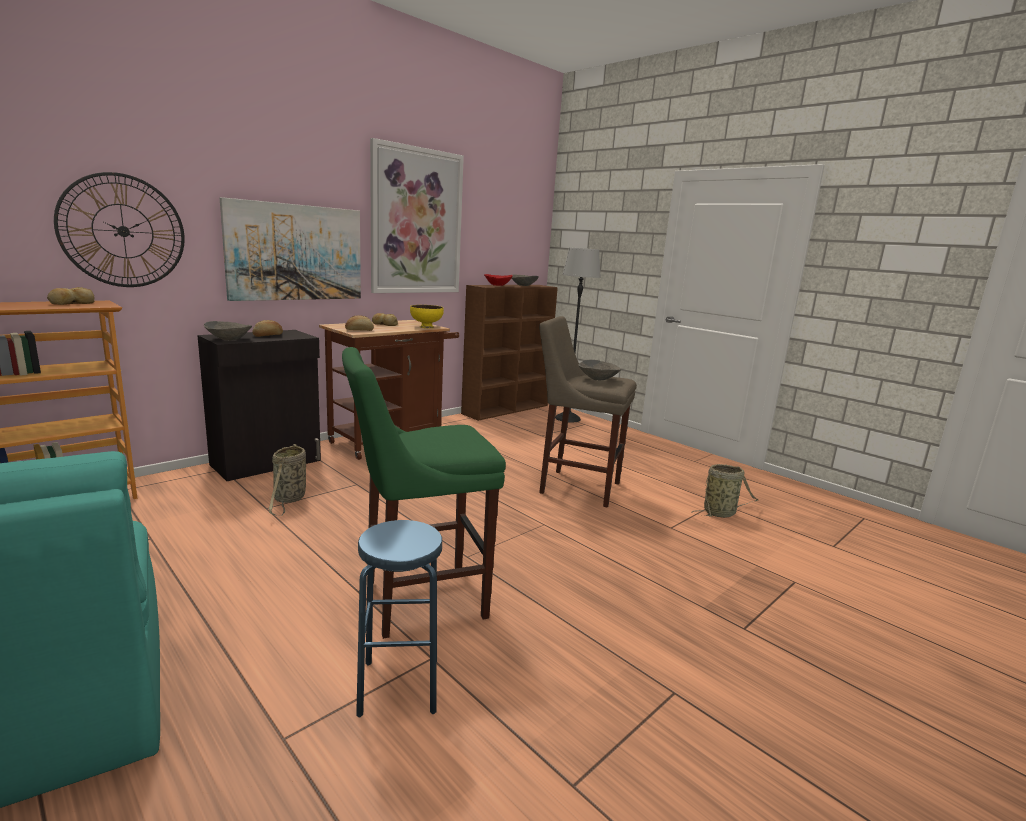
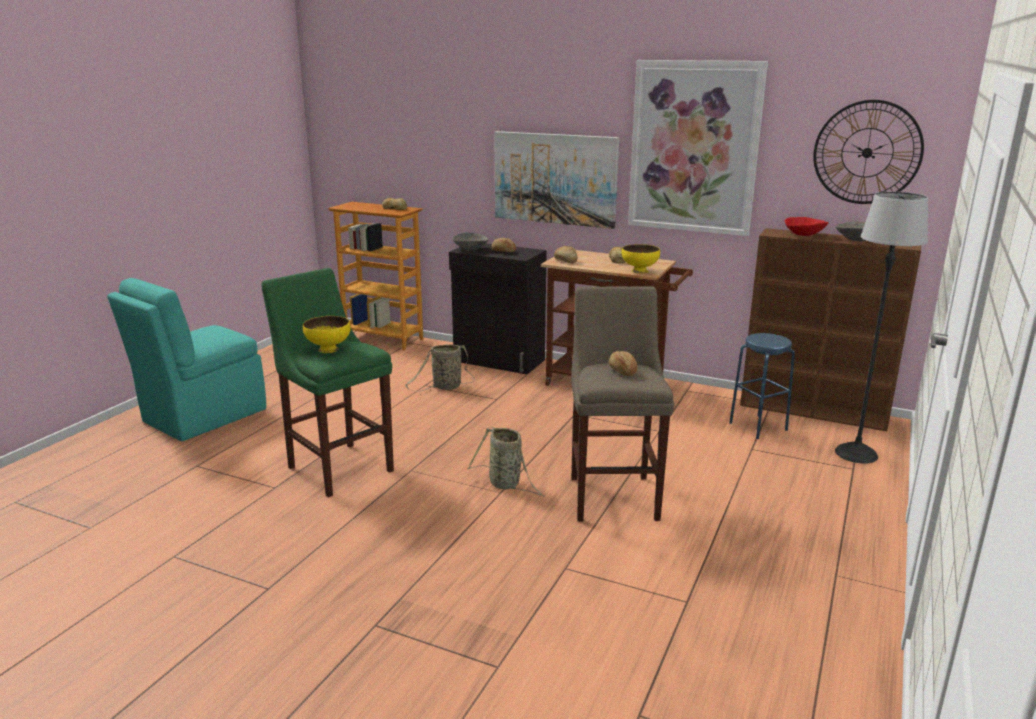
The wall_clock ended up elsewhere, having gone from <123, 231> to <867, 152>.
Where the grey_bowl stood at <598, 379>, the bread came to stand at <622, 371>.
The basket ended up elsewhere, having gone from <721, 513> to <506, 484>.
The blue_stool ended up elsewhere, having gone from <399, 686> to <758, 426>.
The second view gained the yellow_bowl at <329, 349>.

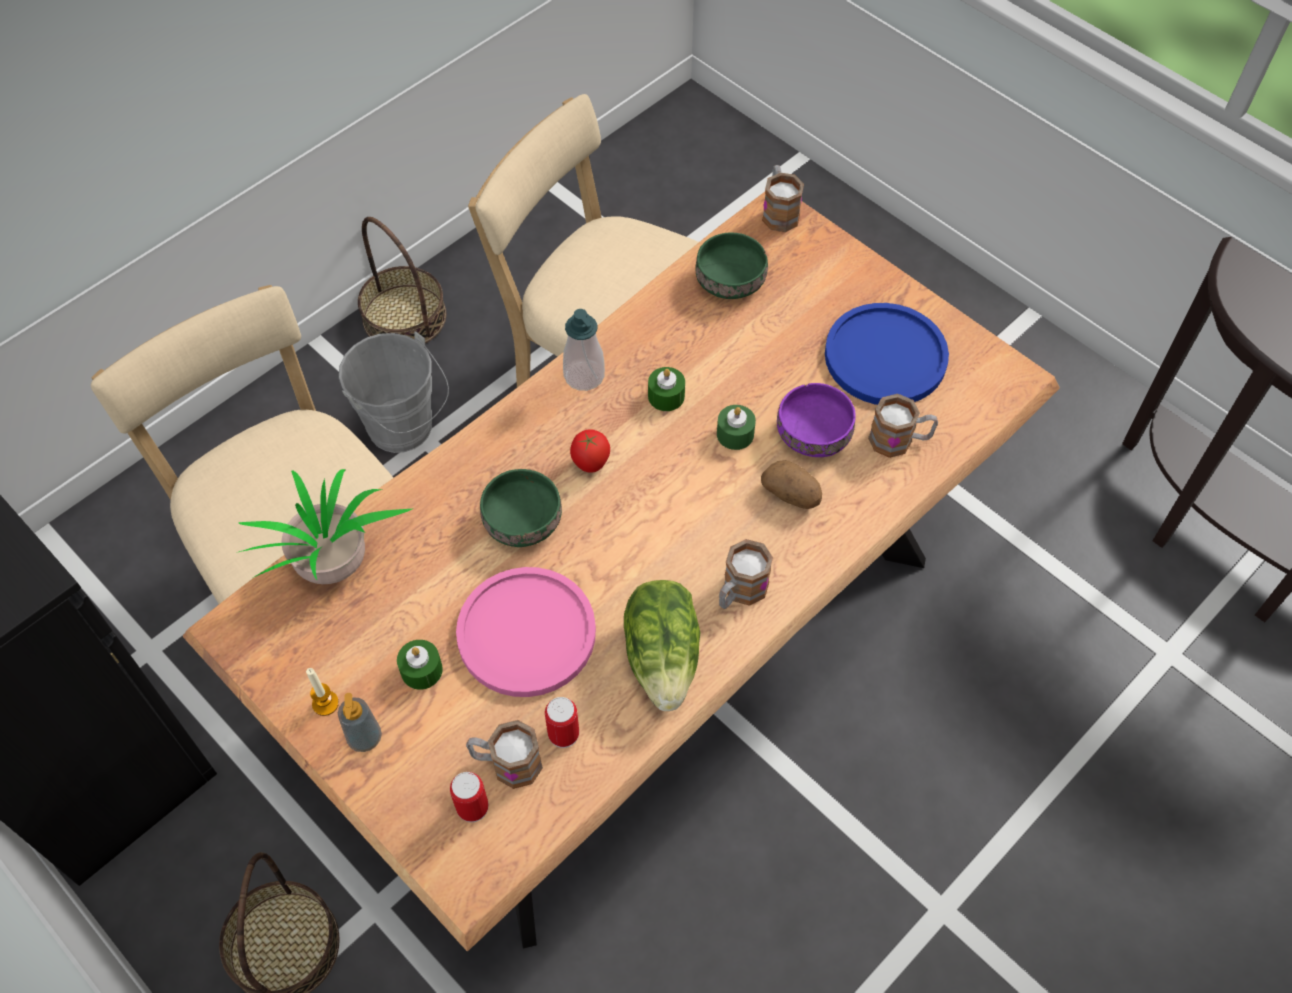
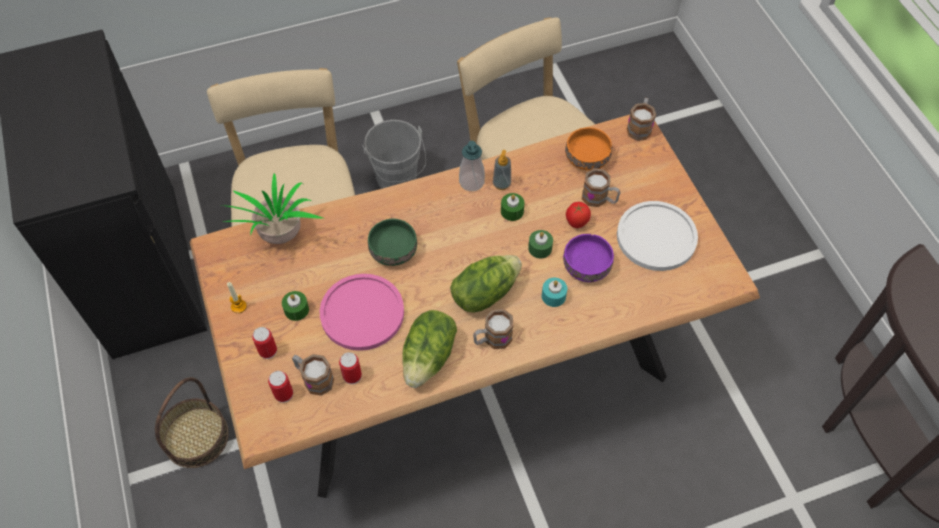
The second view lost the basket at <404, 317>.
What was the green_bowl at <728, 280> turned into the orange_bowl at <586, 157>.
What was the blue_plate at <885, 356> turned into the white_plate at <656, 237>.
The mug ended up elsewhere, having gone from <899, 440> to <599, 199>.
The tomato ended up elsewhere, having gone from <590, 464> to <576, 223>.
Where the potato stood at <791, 495>, the turquoise_candle came to stand at <553, 296>.
The soap_dispenser ended up elsewhere, having gone from <365, 738> to <501, 184>.
The second view gained the lettuce at <484, 293>.
The second view gained the can at <268, 351>.

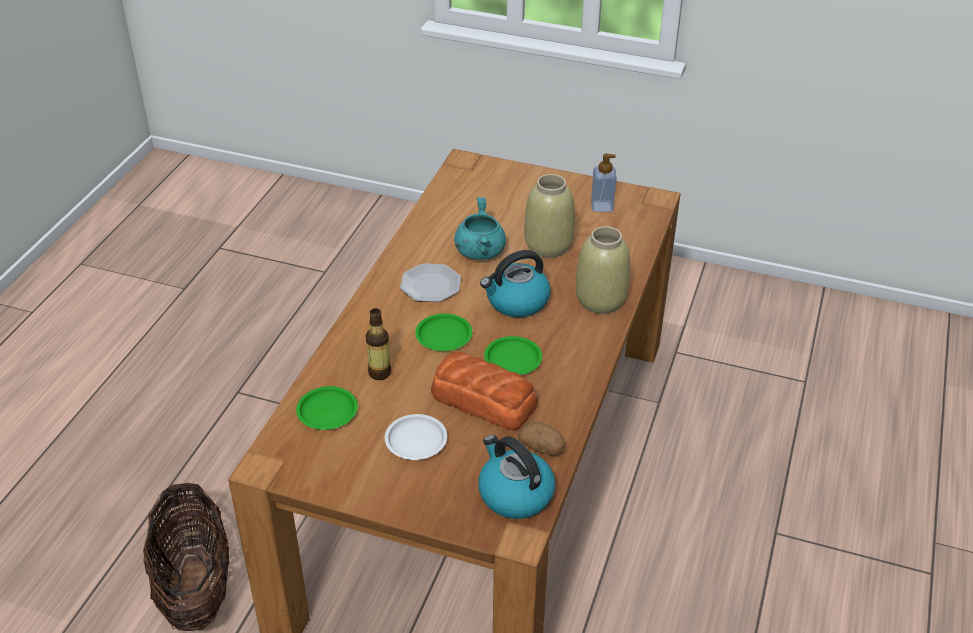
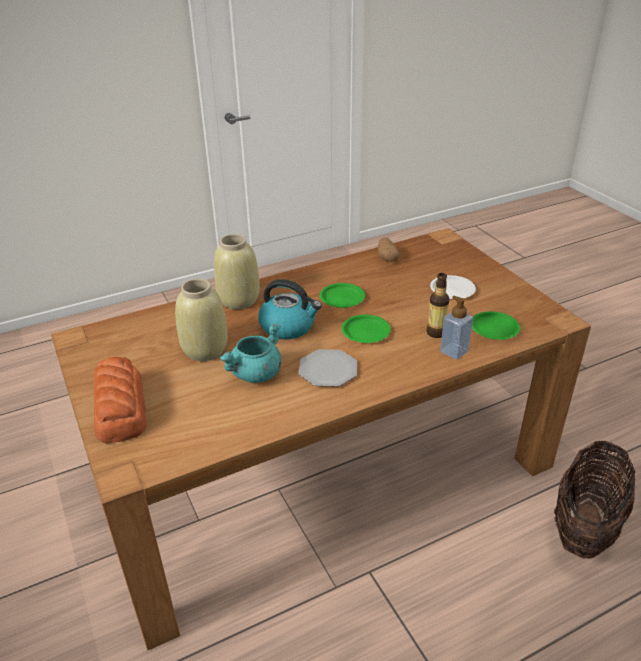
The soap_dispenser ended up elsewhere, having gone from <602, 206> to <454, 351>.
The bread ended up elsewhere, having gone from <482, 399> to <119, 409>.
The second view lost the kettle at <514, 494>.

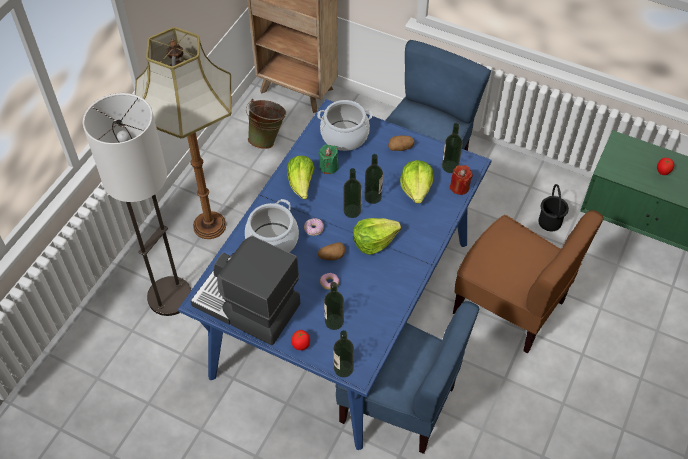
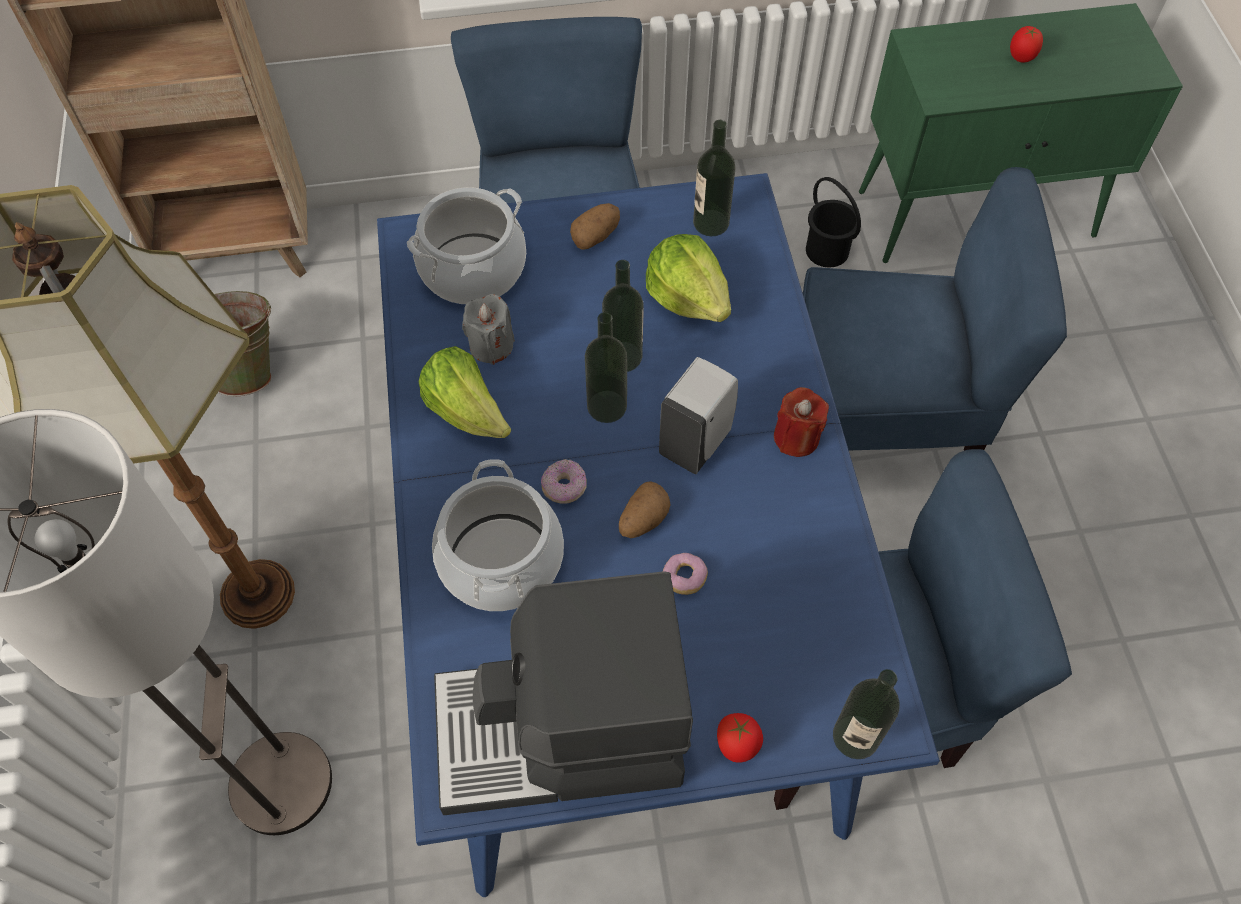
What was the green_candle at <329, 167> turned into the grey_candle at <491, 345>.
The red_candle ended up elsewhere, having gone from <459, 187> to <796, 437>.
What was the brown_chair at <510, 306> turned into the blue_chair at <879, 422>.
Where the lettuce stood at <374, 241>, the white_soap_dispenser came to stand at <696, 441>.
The second view lost the bottle at <334, 321>.

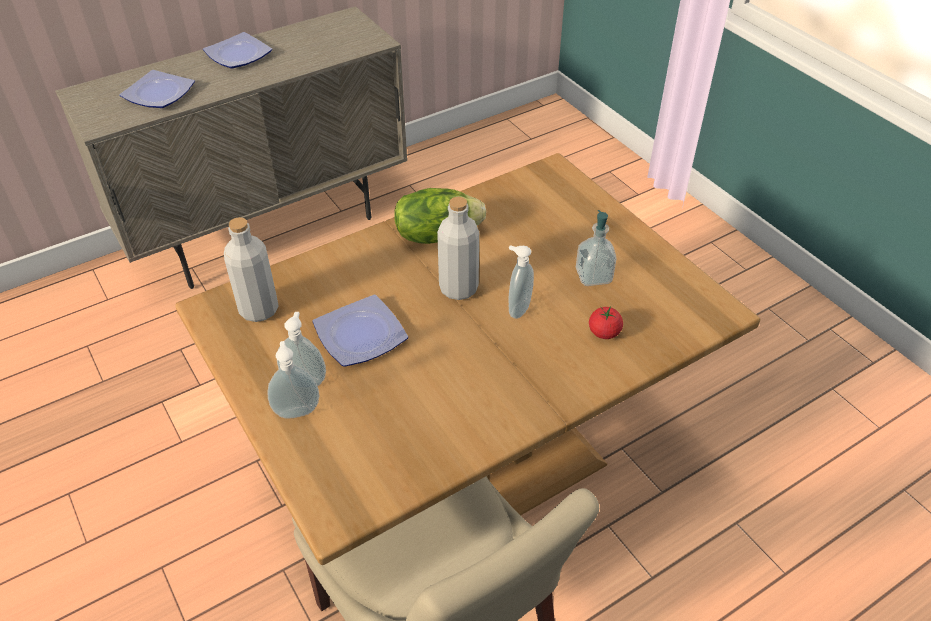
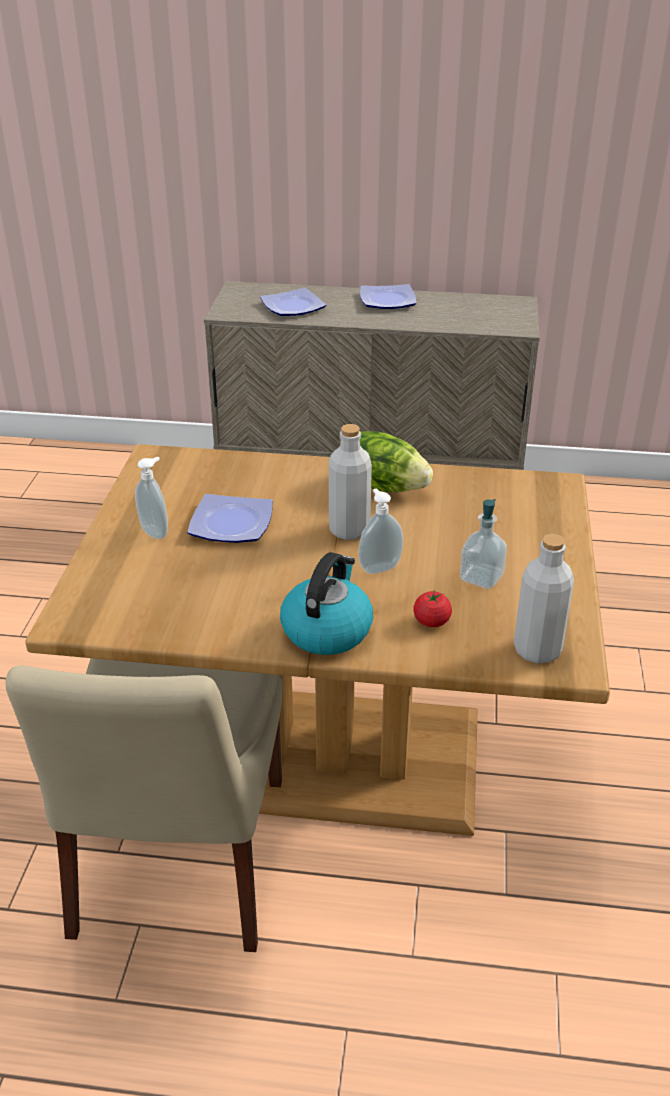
The grey_bottle ended up elsewhere, having gone from <259, 309> to <537, 650>.
The second view lost the soap_dispenser at <297, 410>.
The second view gained the kettle at <327, 629>.

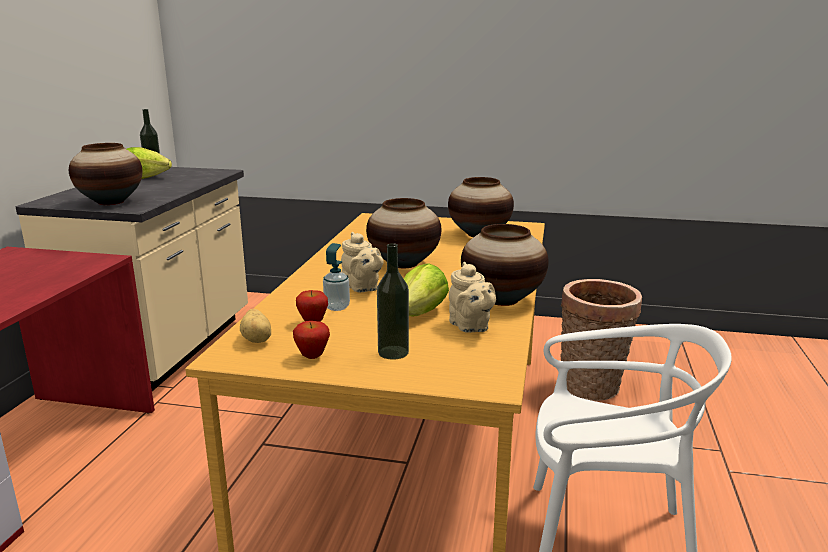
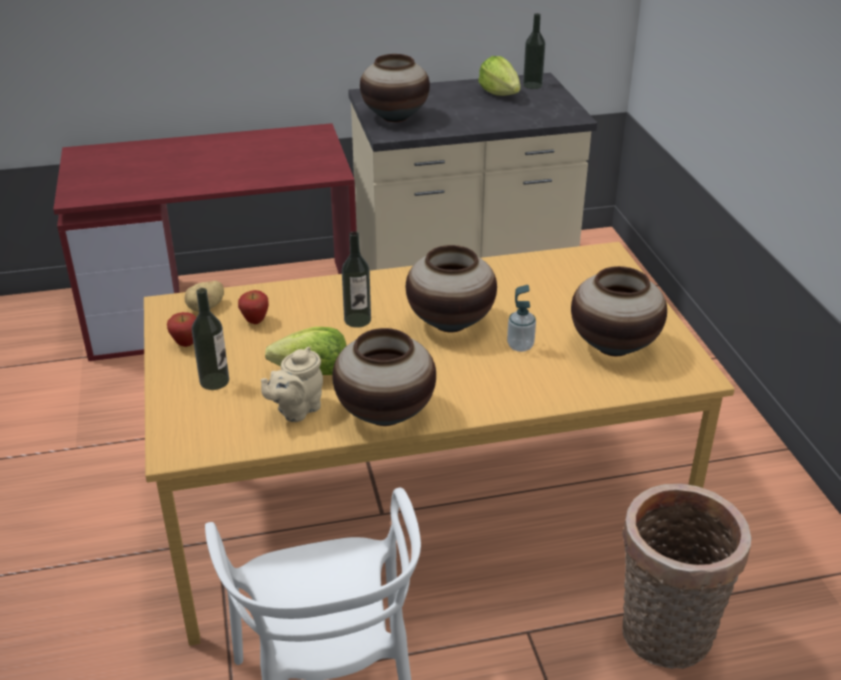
Where the beige_teapot stood at <362, 288>, the bottle came to stand at <357, 320>.
The soap_dispenser ended up elsewhere, having gone from <337, 307> to <520, 346>.

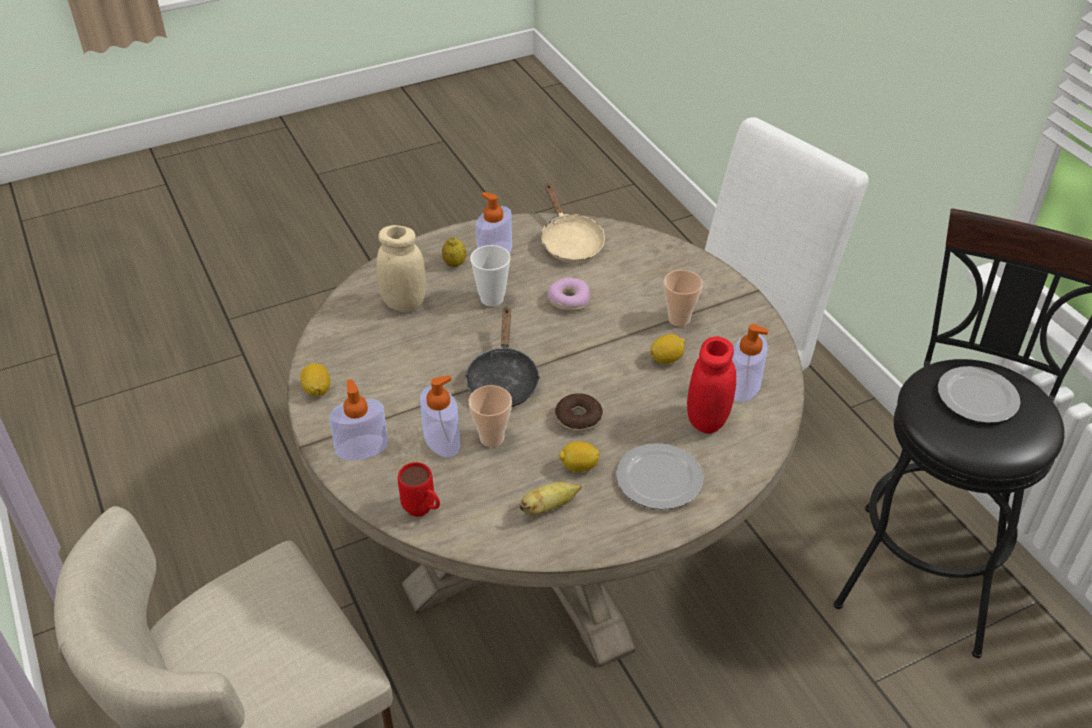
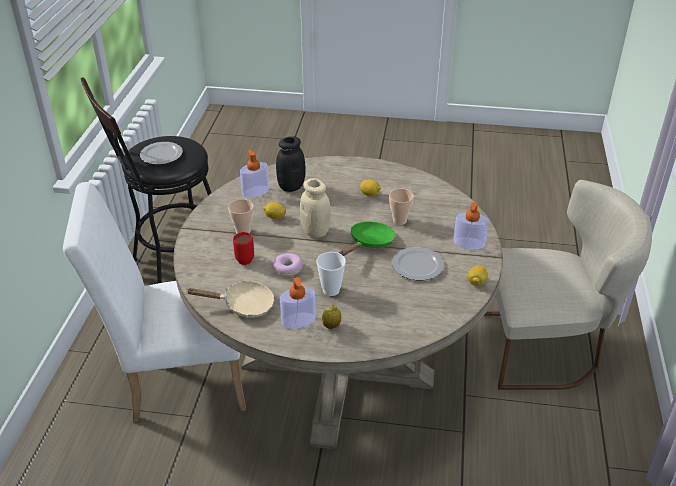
The beige_frying_pan at <569, 242> ended up facing another way, 75 degrees clockwise from before.
The beige_jar ended up elsewhere, having gone from <404, 303> to <315, 231>.
What was the black_frying_pan at <502, 380> turned into the green_frying_pan at <369, 243>.
What was the red_jar at <707, 420> turned into the black_jar at <291, 186>.
The second view lost the soap_dispenser at <442, 439>.
The second view lost the donut at <578, 418>.
The plate ended up elsewhere, having gone from <659, 478> to <417, 266>.
The red_mug ended up elsewhere, having gone from <423, 511> to <244, 258>.
The second view lost the banana at <549, 507>.

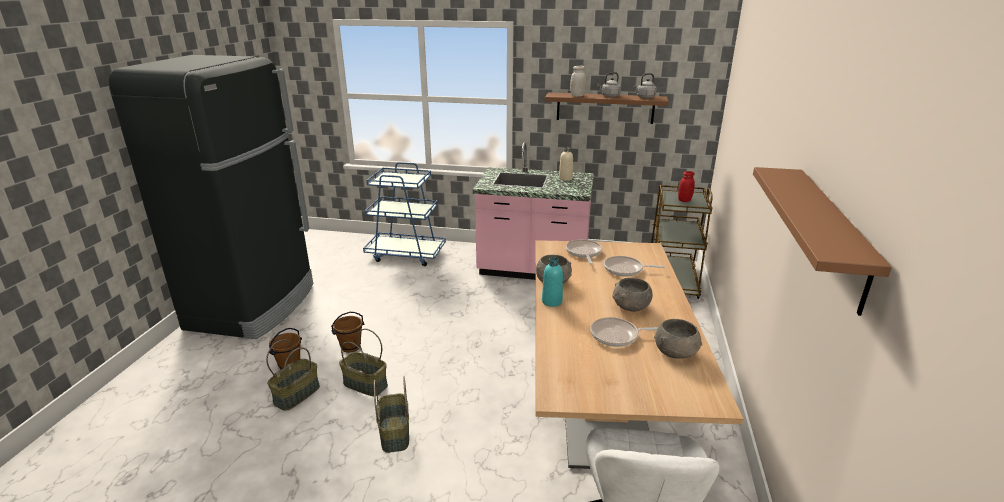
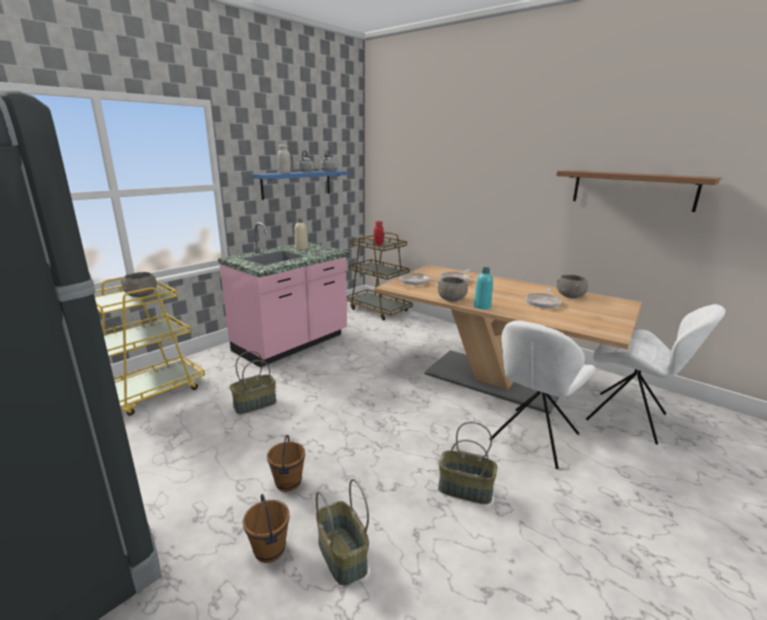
What was the brown_shelf at <605, 108> turned into the blue_shelf at <297, 184>.
What was the blue_cart at <406, 254> turned into the yellow_cart at <150, 392>.
The grey_bowl ended up elsewhere, having gone from <630, 306> to <141, 295>.
The basket ended up elsewhere, having gone from <364, 385> to <255, 404>.
The second view gained the white_chair at <533, 439>.

